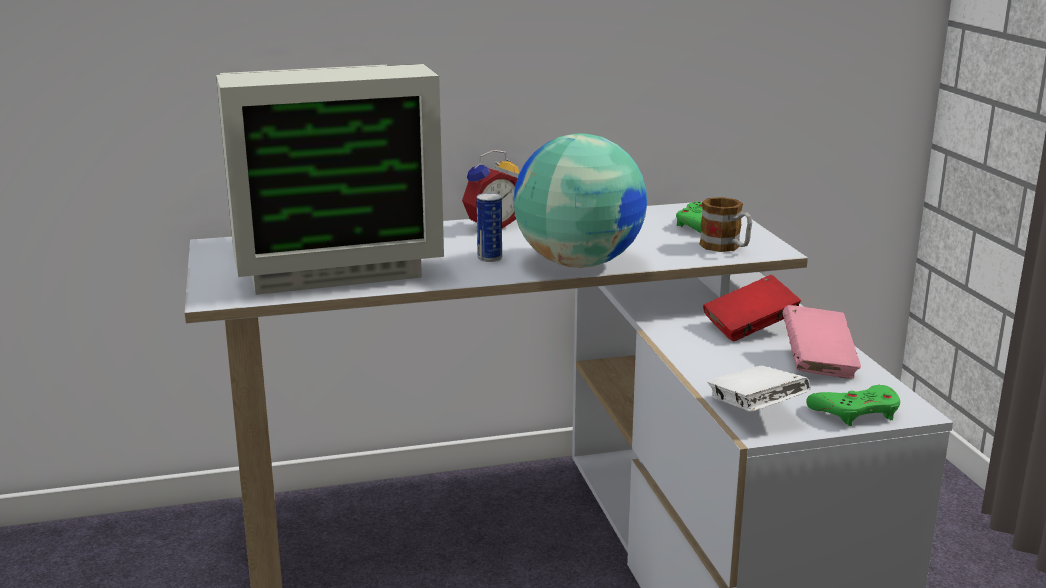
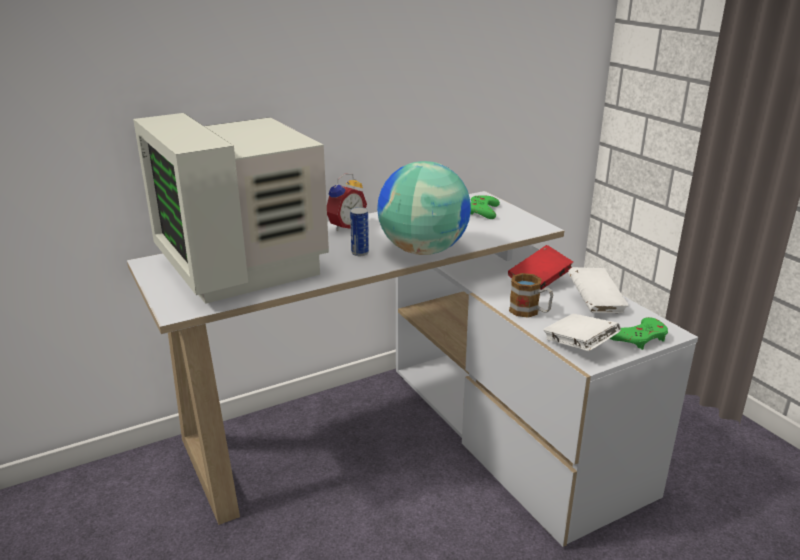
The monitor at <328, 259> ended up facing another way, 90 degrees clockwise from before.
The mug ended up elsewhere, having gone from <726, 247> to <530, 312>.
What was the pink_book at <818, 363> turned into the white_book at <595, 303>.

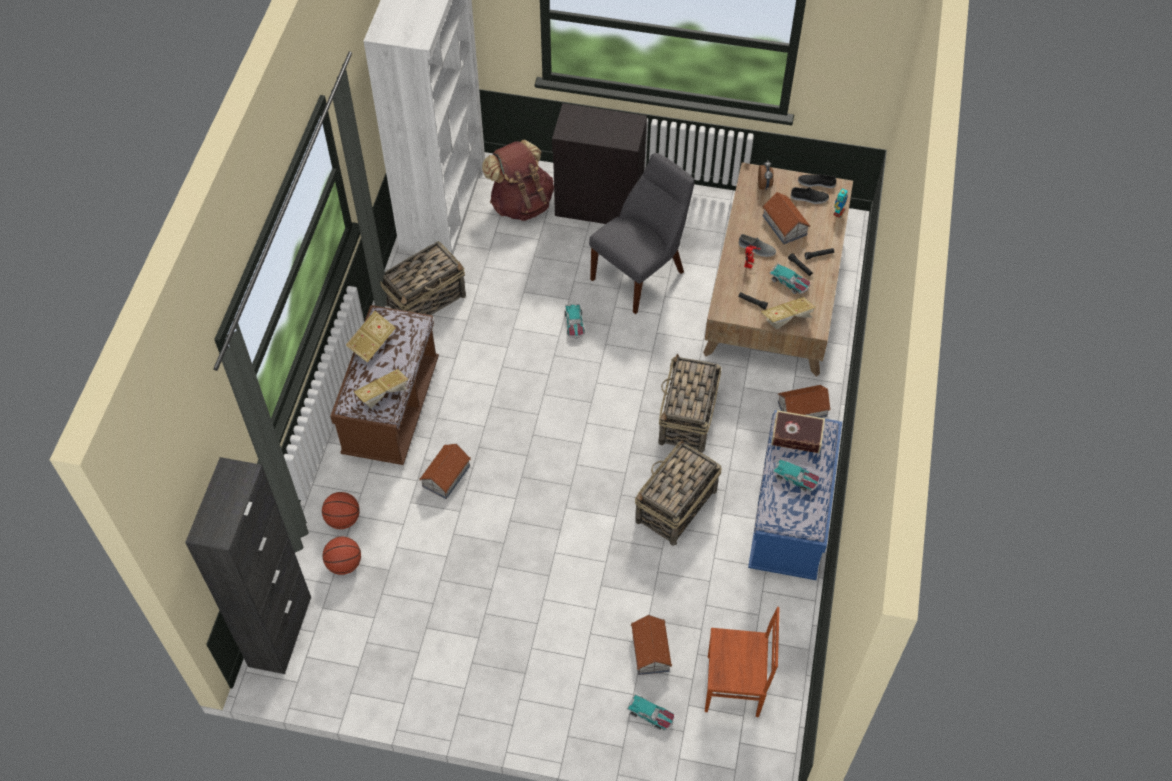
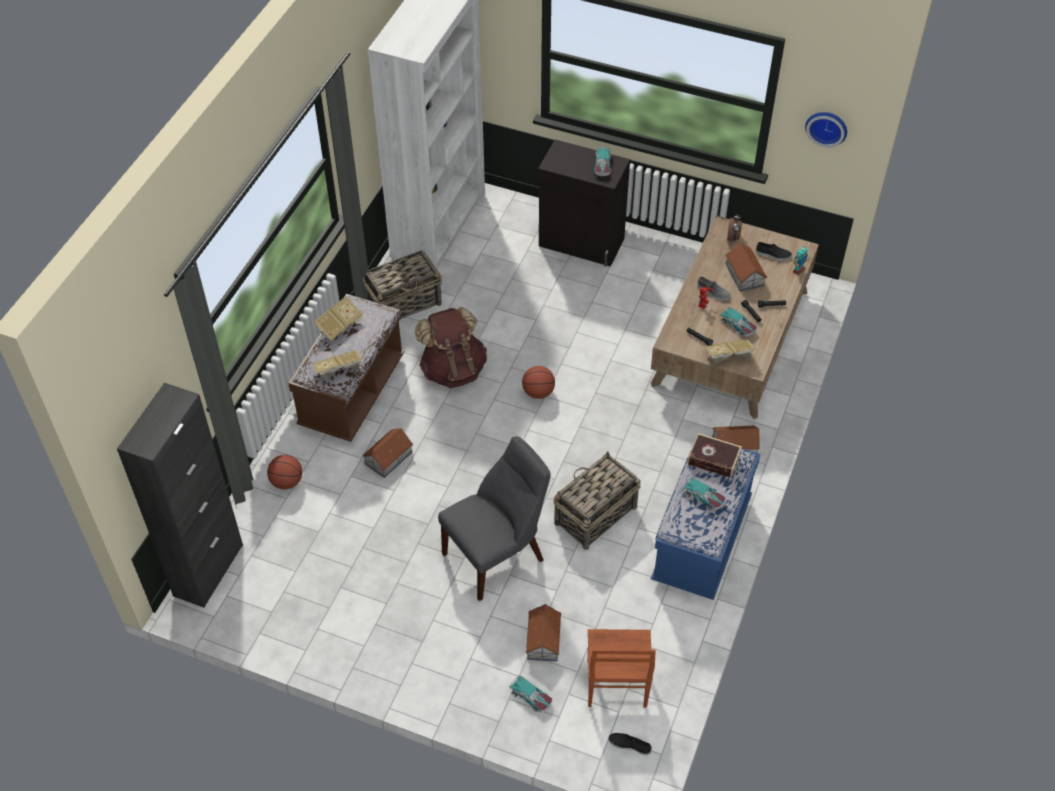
The brown_backpack ended up elsewhere, having gone from <521, 203> to <453, 369>.
The grey_chair ended up elsewhere, having gone from <641, 273> to <497, 555>.
The black_shoe ended up elsewhere, having gone from <816, 183> to <629, 745>.
The toy_car ended up elsewhere, having gone from <574, 324> to <602, 166>.
The second view lost the basket at <687, 418>.
The basketball ended up elsewhere, having gone from <344, 564> to <538, 392>.
The brown_chair at <734, 687> ended up facing another way, 75 degrees clockwise from before.
The second view gained the wall_clock at <827, 127>.

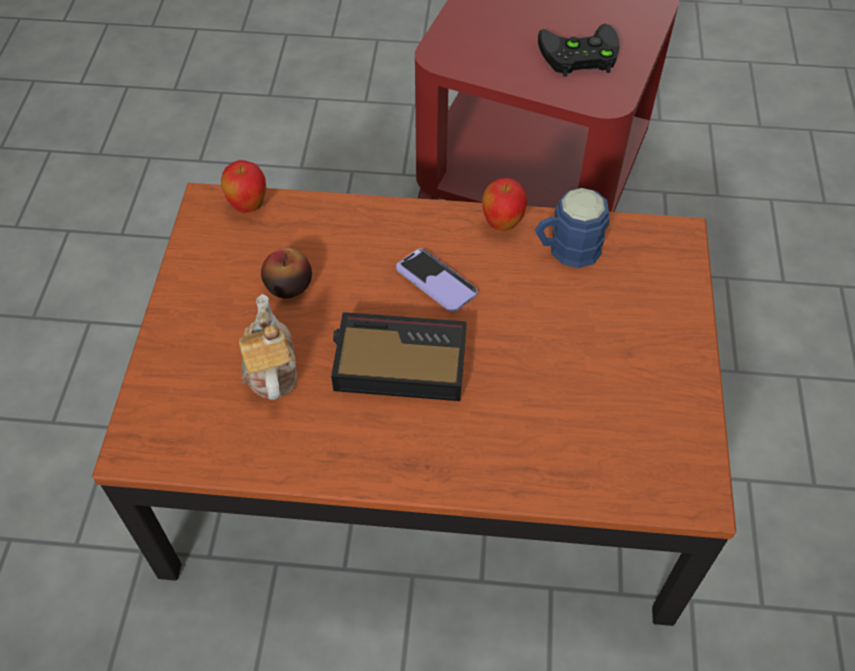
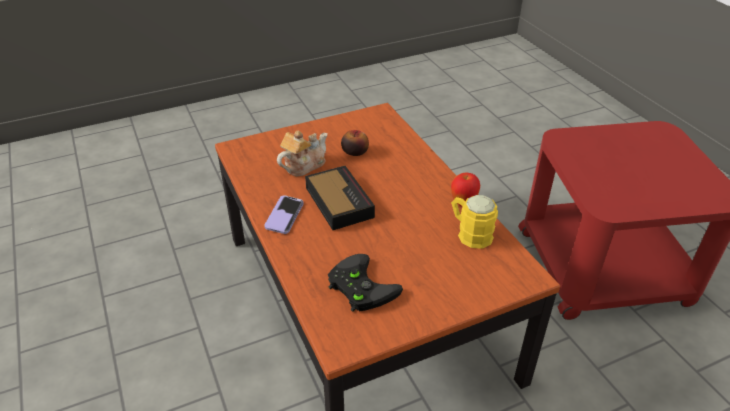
The black_game_controller ended up elsewhere, having gone from <577, 55> to <359, 286>.
The second view lost the apple at <248, 206>.
What was the blue_mug at <566, 250> turned into the yellow_mug at <469, 233>.
The phone ended up elsewhere, having gone from <436, 281> to <284, 216>.

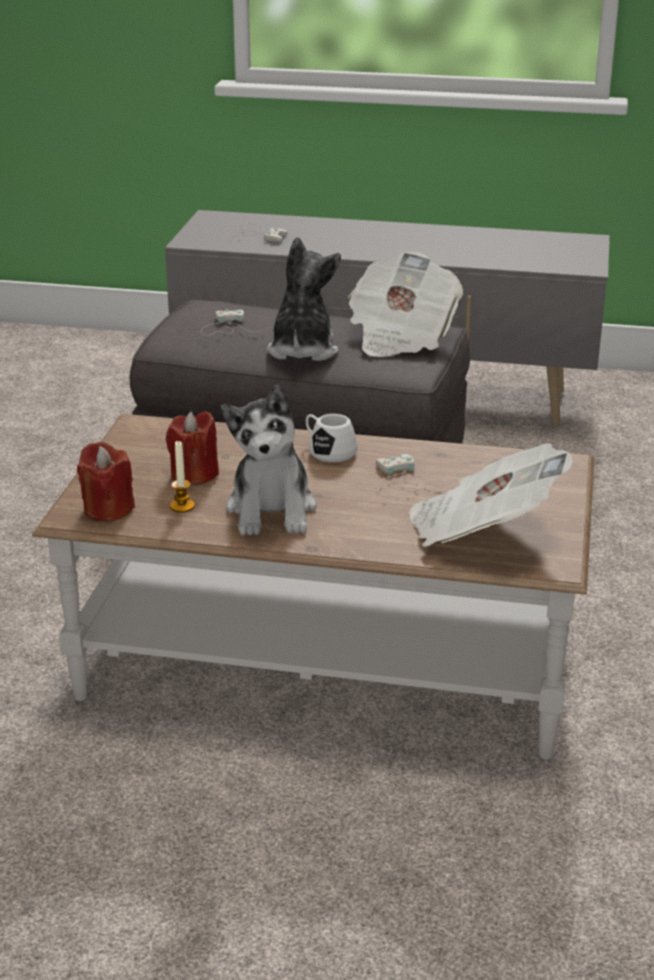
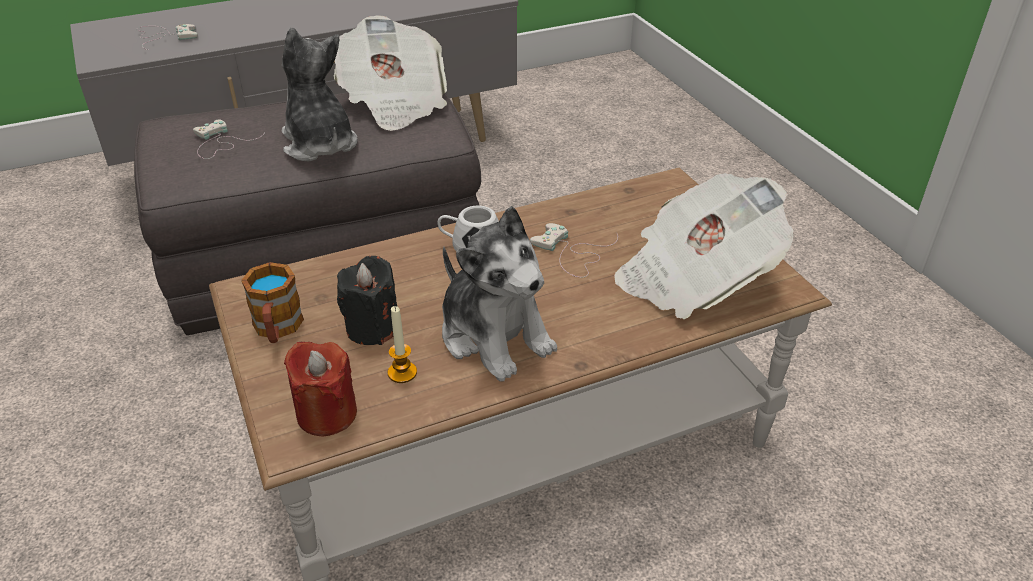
What was the red_candle at <194, 474> turned into the black_candle at <372, 327>.
The second view gained the mug at <277, 329>.

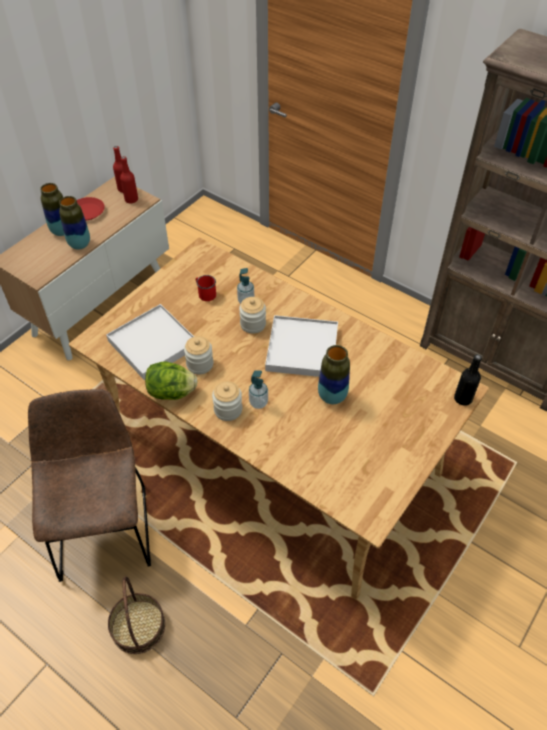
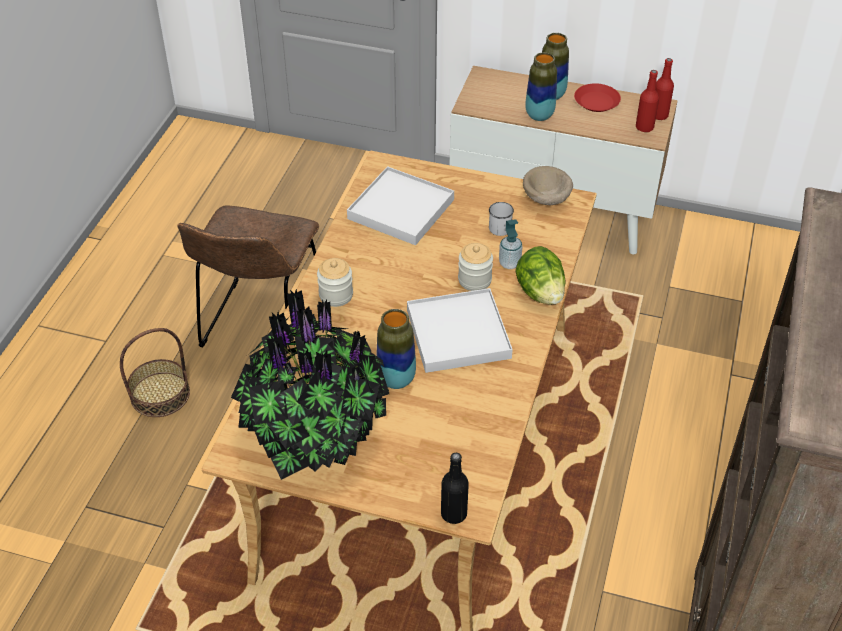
What was the red_mug at <205, 293> turned into the white_mug at <501, 226>.
The second view lost the jar at <200, 364>.
The lettuce ended up elsewhere, having gone from <172, 392> to <540, 293>.
The second view lost the soap_dispenser at <258, 402>.
The brown_chair at <104, 526> ended up facing another way, 135 degrees clockwise from before.
The second view gained the beige_bowl at <546, 199>.
The second view gained the potted_plant at <314, 432>.

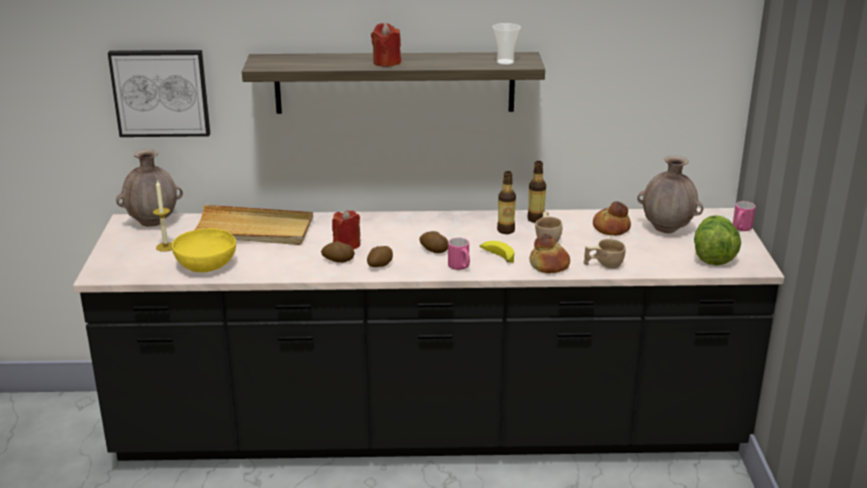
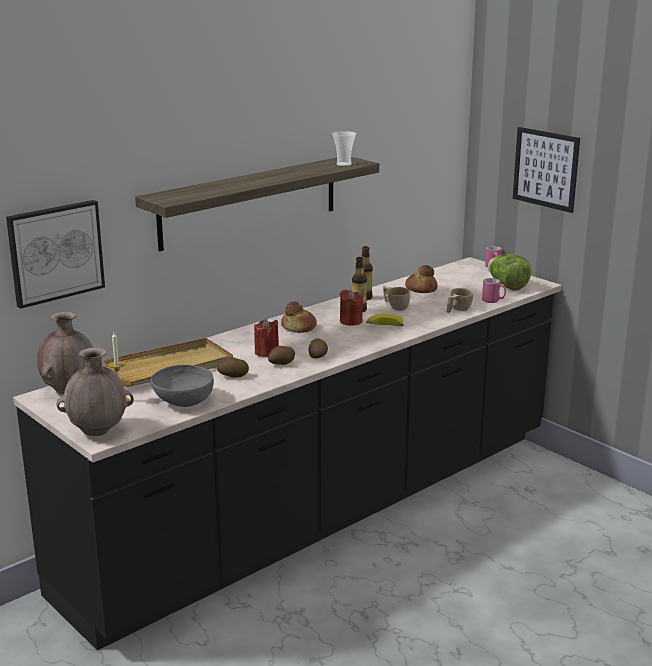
The red_candle ended up elsewhere, having gone from <386, 62> to <351, 321>.
The brown_vase ended up elsewhere, having gone from <667, 229> to <98, 431>.
What was the yellow_bowl at <206, 265> turned into the grey_bowl at <183, 401>.
The potato ended up elsewhere, having gone from <433, 250> to <233, 376>.
The bread ended up elsewhere, having gone from <549, 265> to <299, 327>.
The pink_mug ended up elsewhere, having gone from <460, 267> to <493, 301>.
The second view gained the picture at <546, 169>.

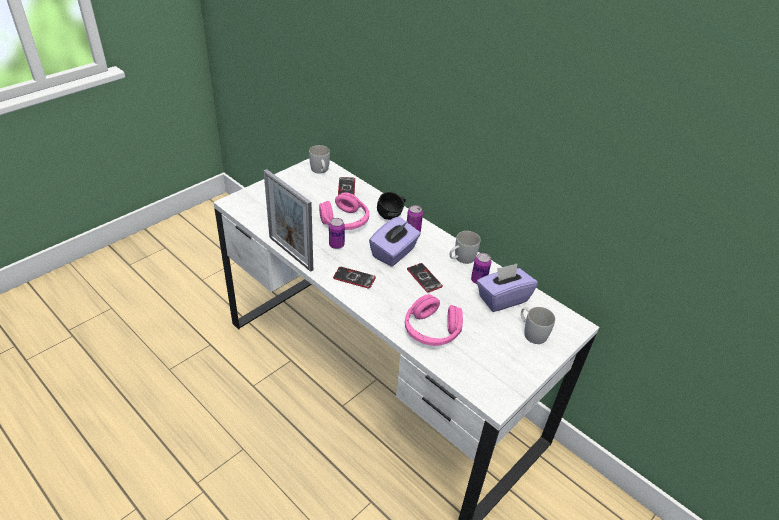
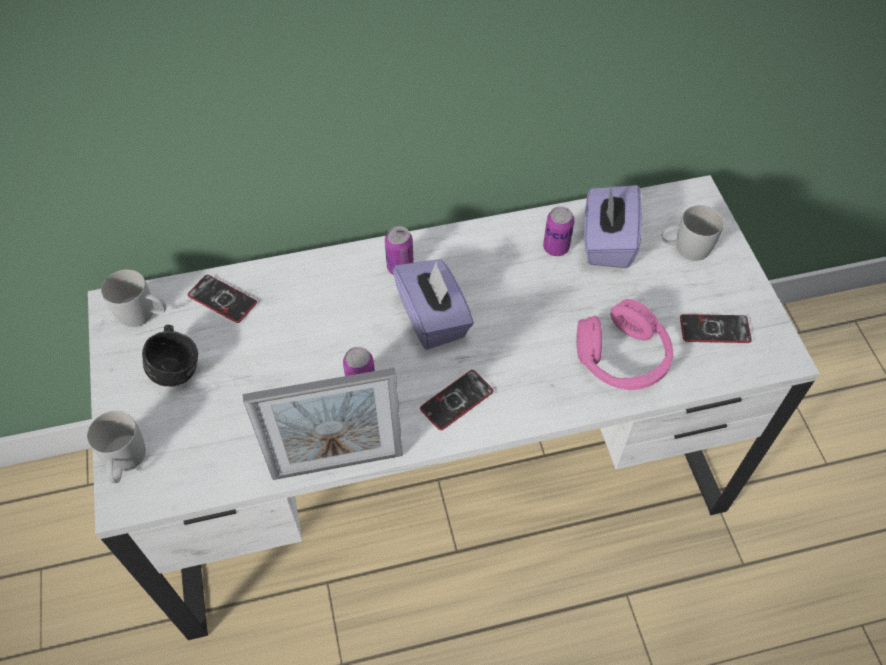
The second view lost the pink_headphones at <345, 221>.
The black_mug ended up elsewhere, having gone from <392, 215> to <178, 366>.
The white_mug ended up elsewhere, having gone from <461, 259> to <125, 462>.
The phone ended up elsewhere, having gone from <424, 278> to <714, 329>.

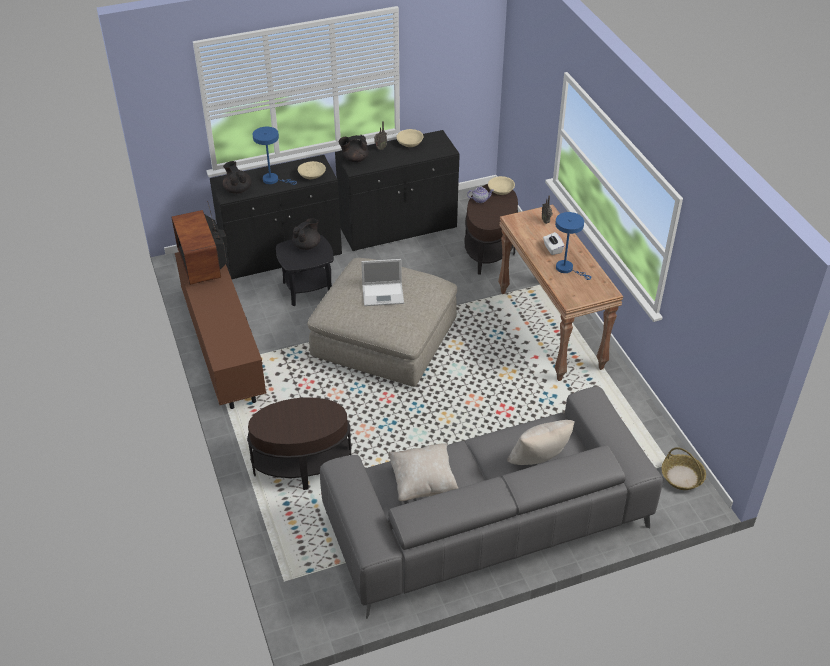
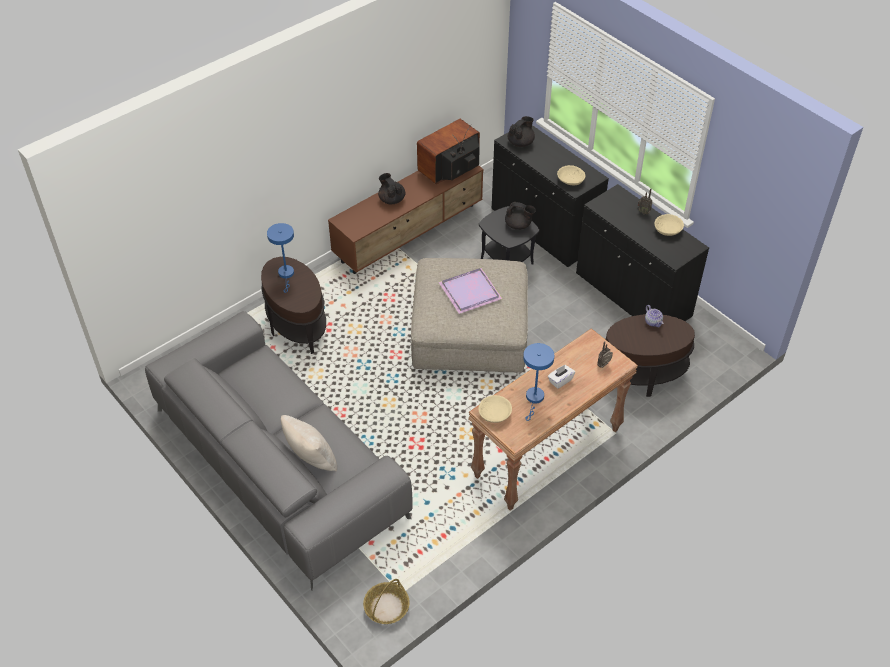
The blue_table_lamp ended up elsewhere, having gone from <273, 180> to <286, 275>.
The black_teapot ended up elsewhere, having gone from <355, 159> to <391, 199>.
The beige_bowl ended up elsewhere, having gone from <501, 190> to <494, 414>.
Where the laptop stood at <384, 294>, the purple_tray came to stand at <471, 292>.
The second view lost the beige_pillow at <423, 482>.

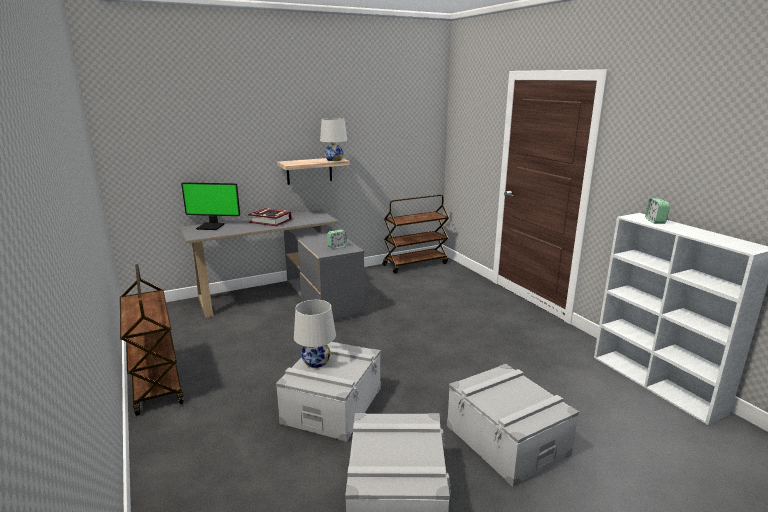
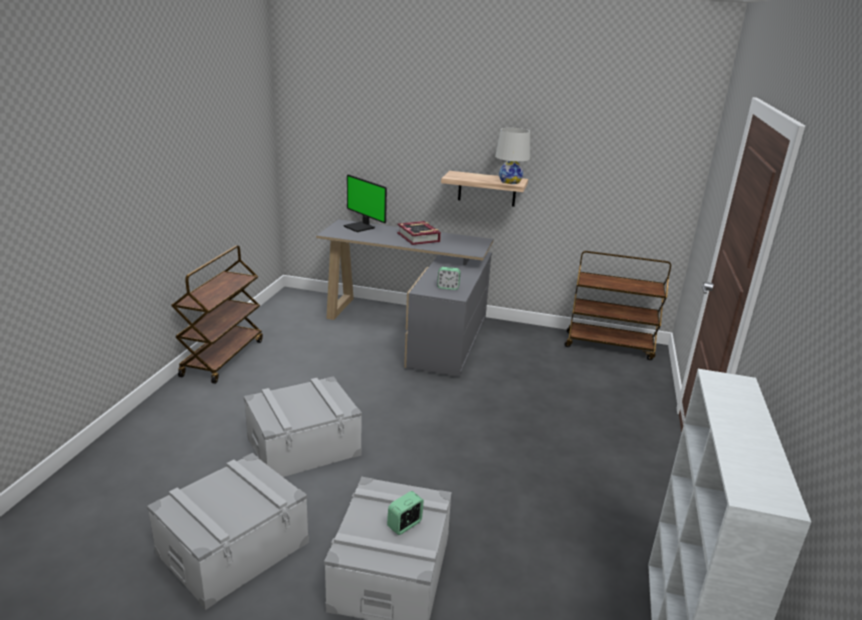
The alarm_clock ended up elsewhere, having gone from <655, 221> to <405, 525>.
The second view lost the white_table_lamp at <316, 362>.

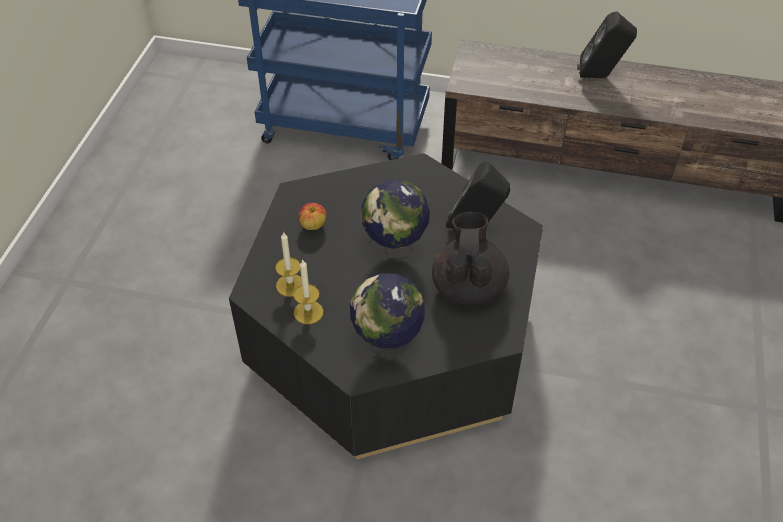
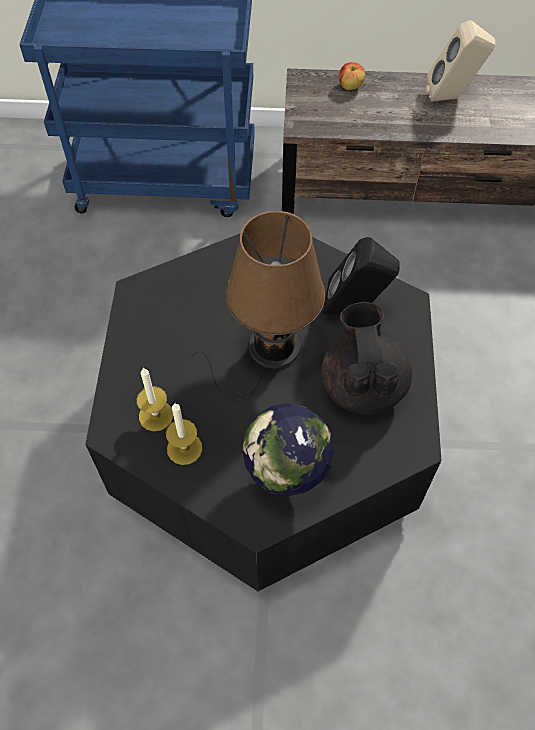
What was the black_speaker at <600, 77> turned into the beige_speaker at <451, 97>.
Where the globe stood at <395, 250>, the brown_table_lamp came to stand at <269, 350>.
The apple ended up elsewhere, having gone from <313, 225> to <350, 86>.

